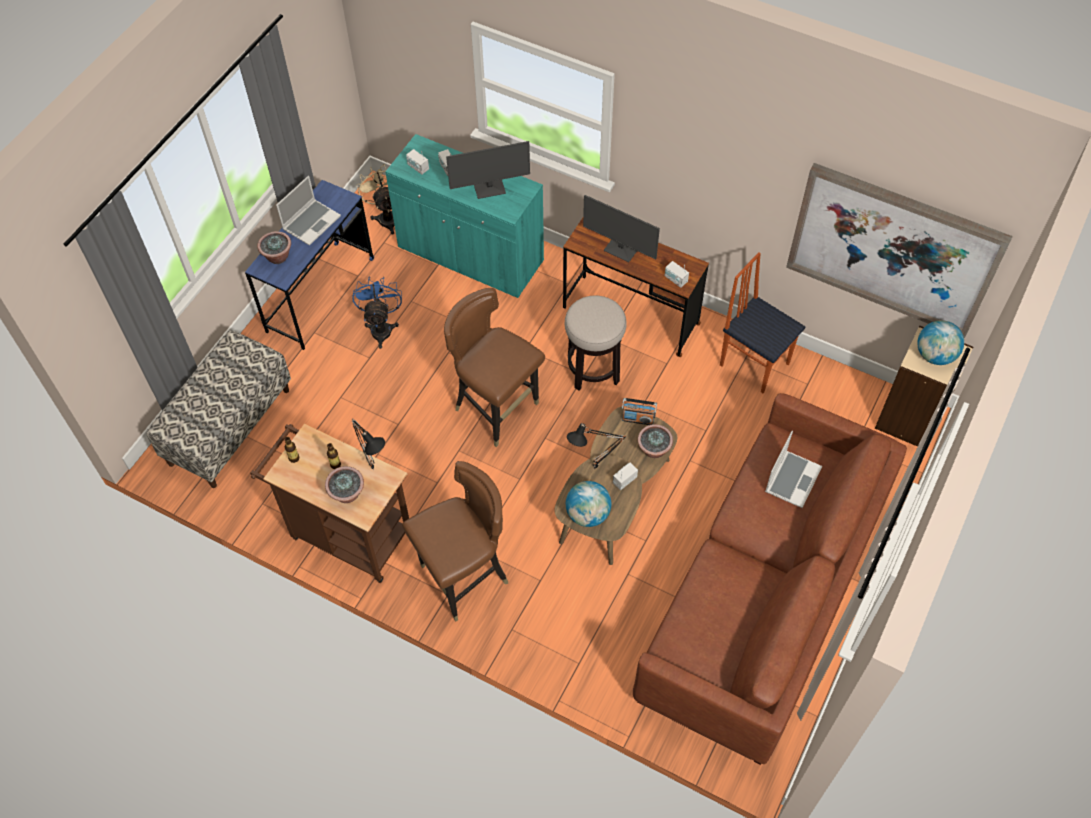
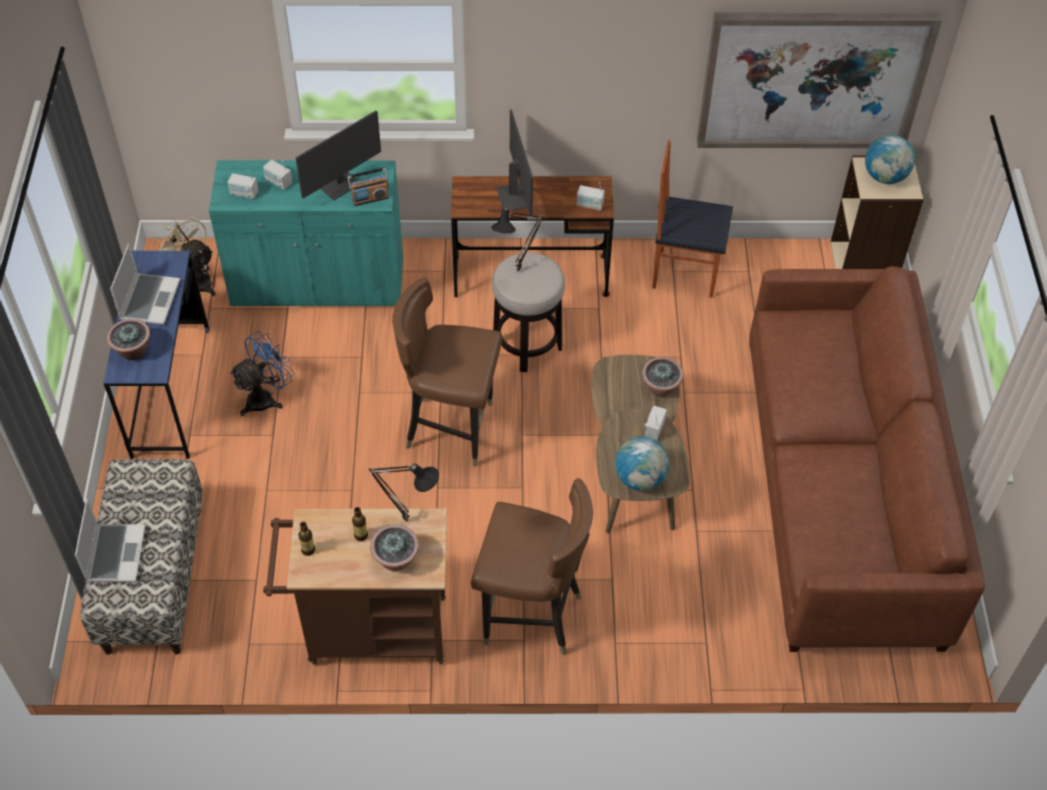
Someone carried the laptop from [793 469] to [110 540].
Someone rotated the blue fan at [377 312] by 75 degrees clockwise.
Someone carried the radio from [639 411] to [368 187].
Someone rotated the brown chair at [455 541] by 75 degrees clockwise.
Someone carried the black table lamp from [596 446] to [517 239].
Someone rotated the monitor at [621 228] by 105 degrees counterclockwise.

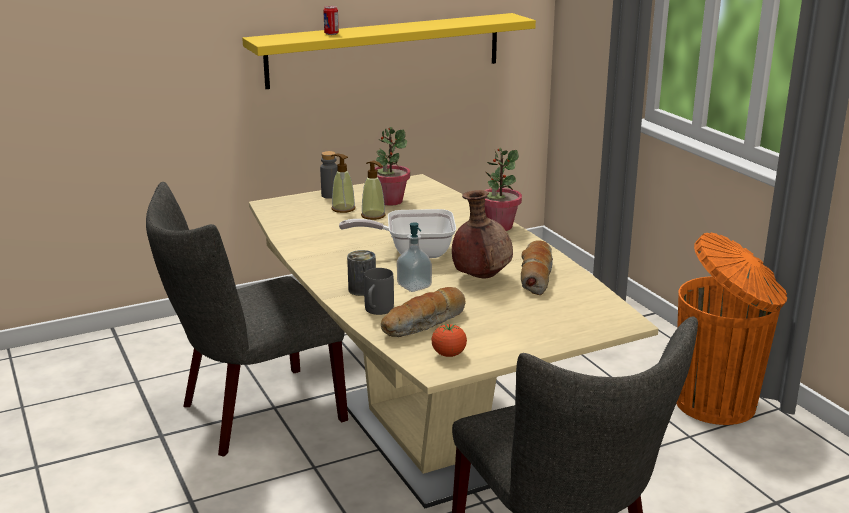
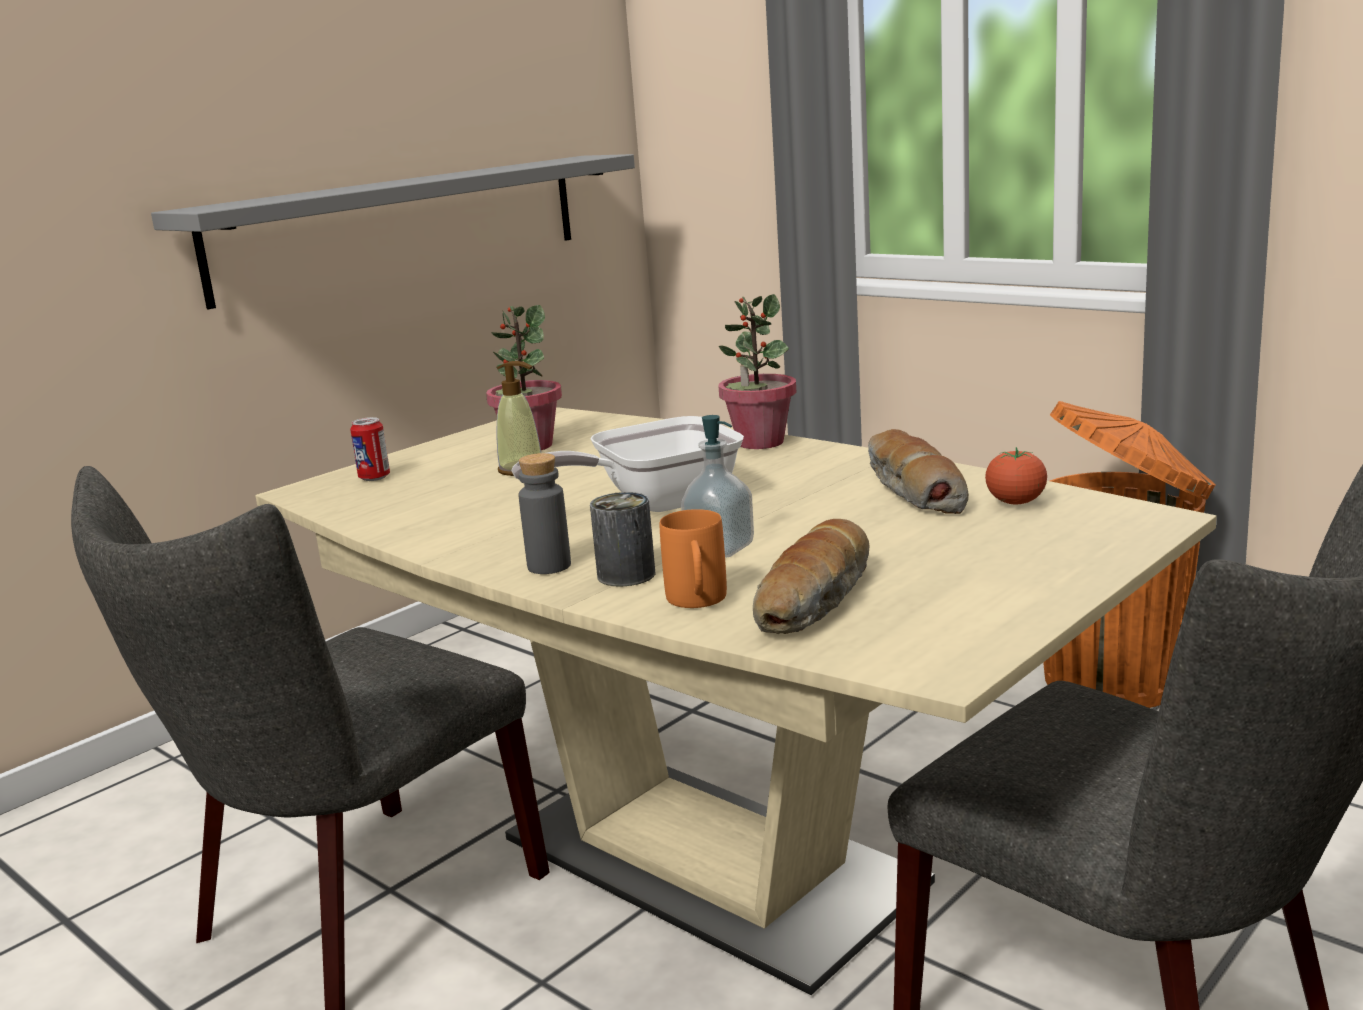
Someone repainted the yellow shelf at [389 51], which became the grey shelf at [393 231].
Someone carried the can from [331 20] to [370 449].
Someone carried the grey bottle from [329 175] to [544 513].
Someone repainted the grey mug at [379 291], which became the orange mug at [693 558].
Someone carried the tomato from [449 340] to [1016 476].
Someone took away the soap dispenser at [343 183].
Someone took away the brown vase at [482 234].

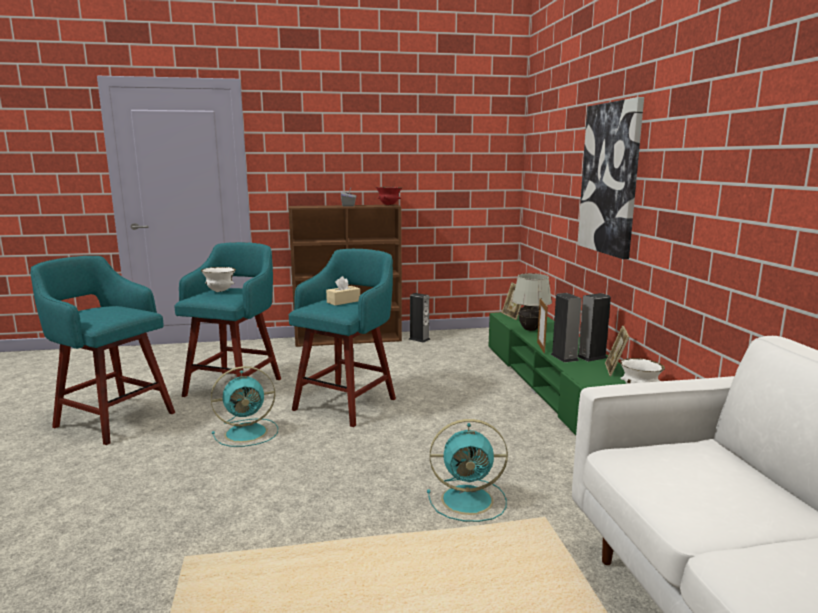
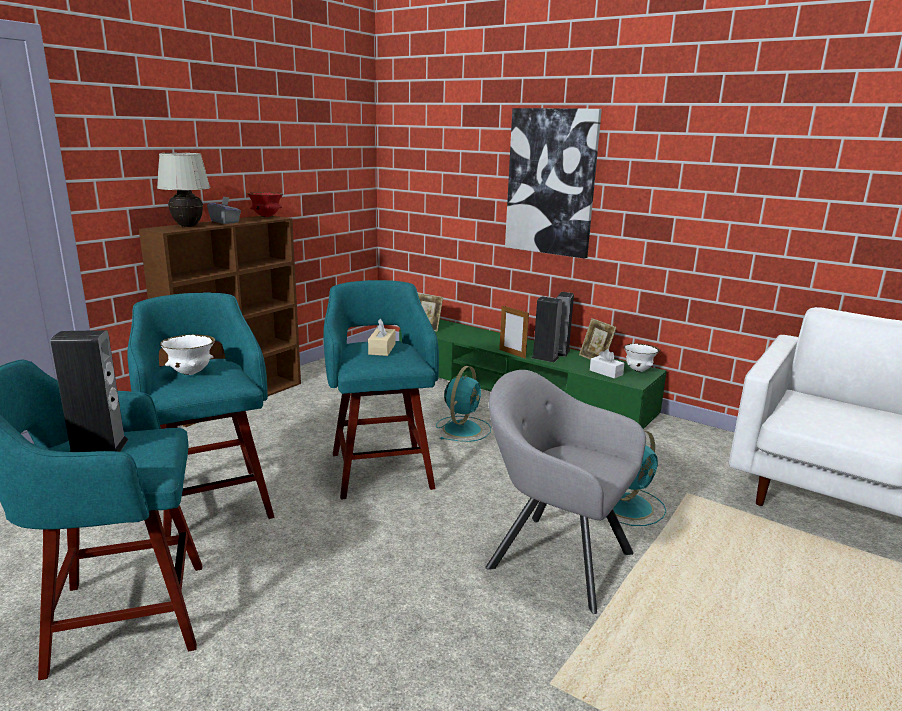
Someone carried the speaker from [419 318] to [90 391].
Someone carried the white table lamp from [532 302] to [183 190].
Someone carried the turquoise fan from [244 406] to [463 404].
Someone put down the grey armchair at [565 492].
Someone put down the white tissue box at [607 364].

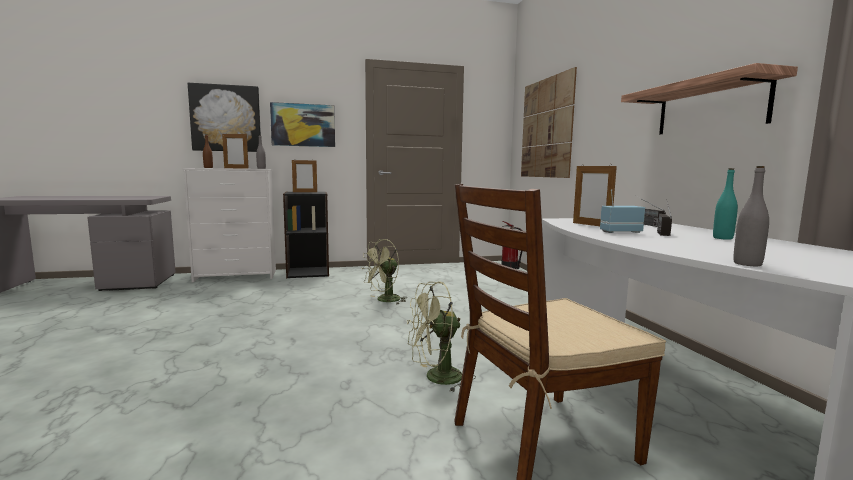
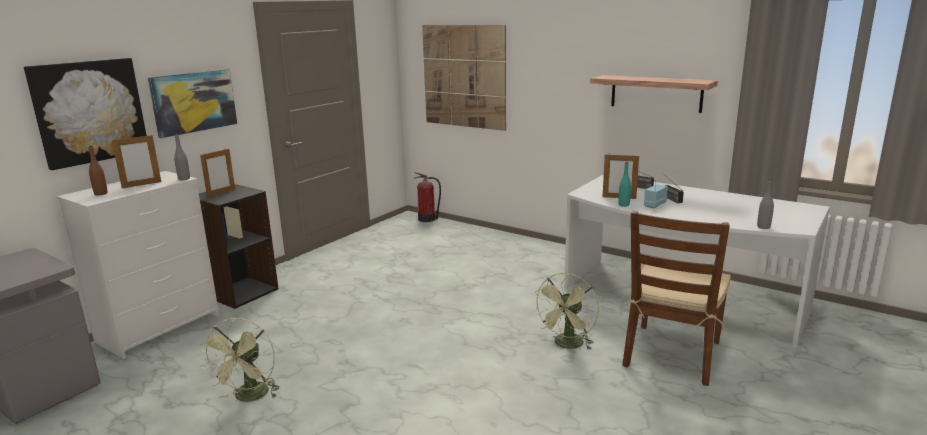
Someone carried the green fan from [384 271] to [240 360].
Someone carried the turquoise bottle from [725 204] to [624 184].

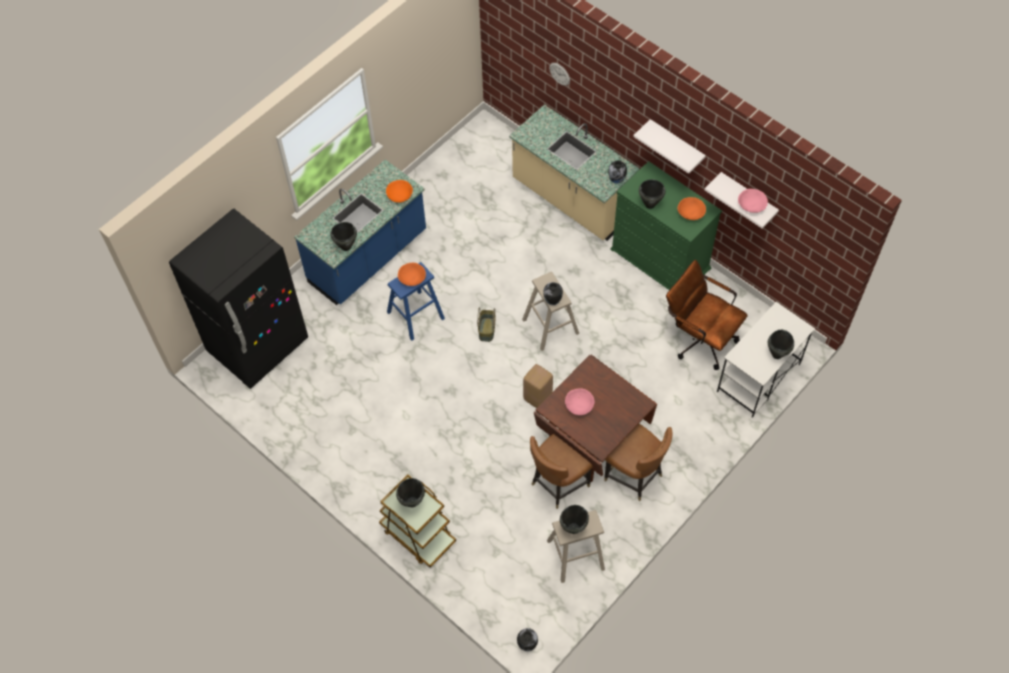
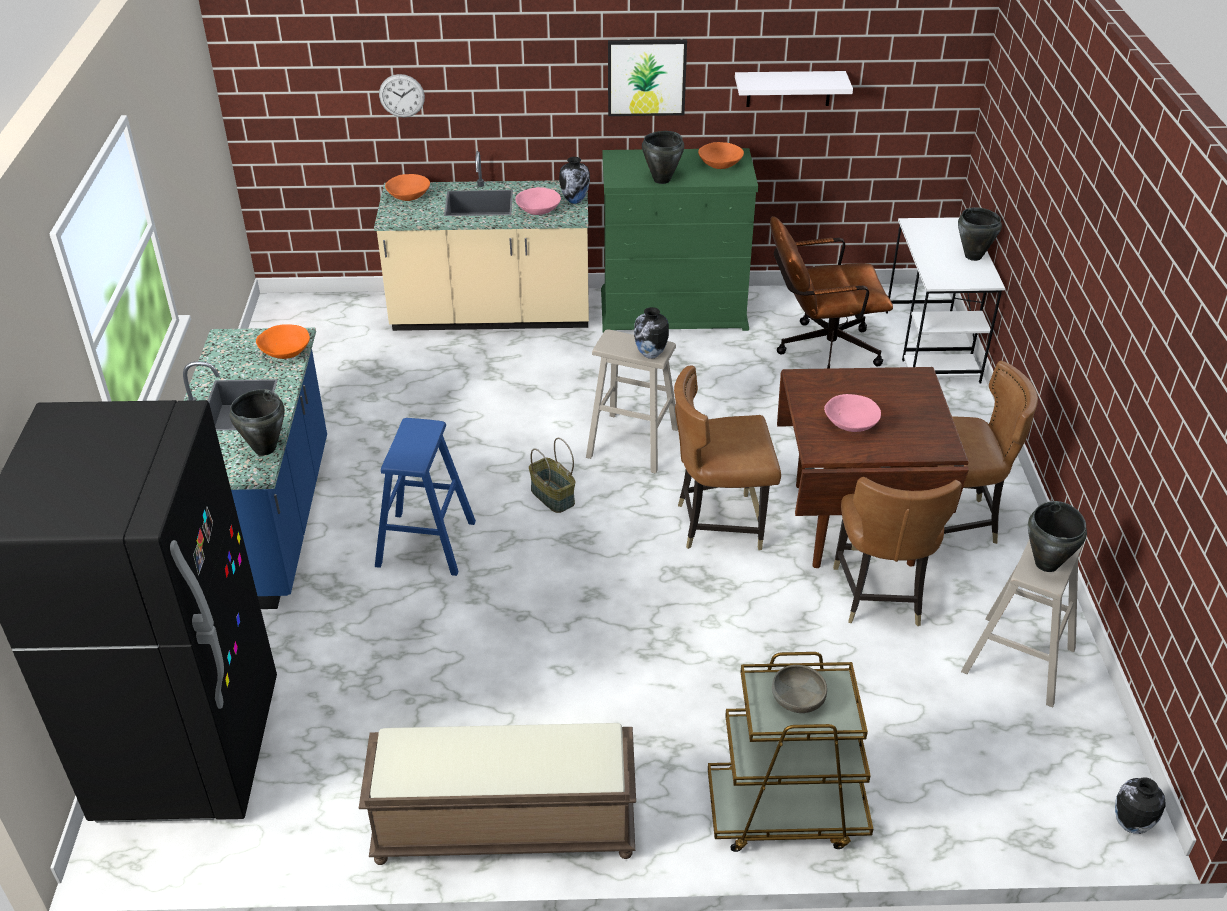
Someone put down the brown bench at [497 794].
Someone carried the orange bowl from [412 274] to [407 187].
Someone carried the pink bowl from [753 201] to [538 201].
Someone swapped the white shelf at [669 146] for the picture at [647 77].
Someone swapped the beige stool at [538 386] for the brown chair at [727 457].
Someone swapped the black cooking pot at [410 492] for the grey bowl at [799 689].

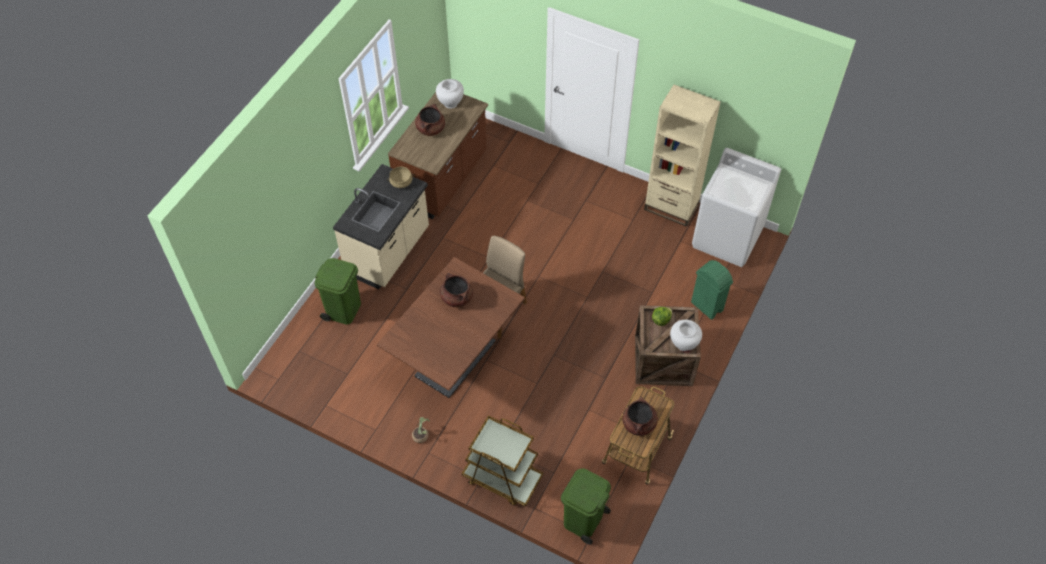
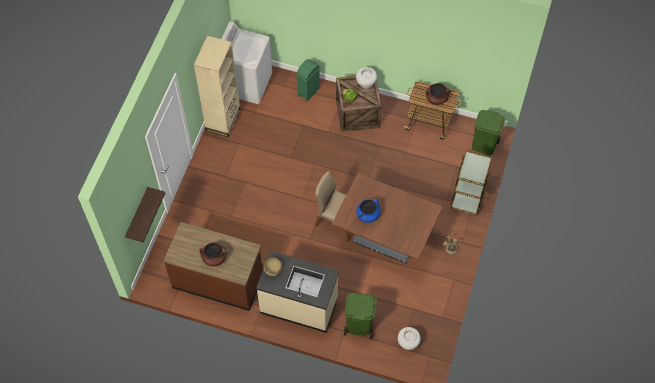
Someone put up the shelf at [145 214].
Someone repainted the brown cooking pot at [456 290], which became the blue cooking pot at [368 211].
Someone carried the white vase from [450 94] to [409 338].

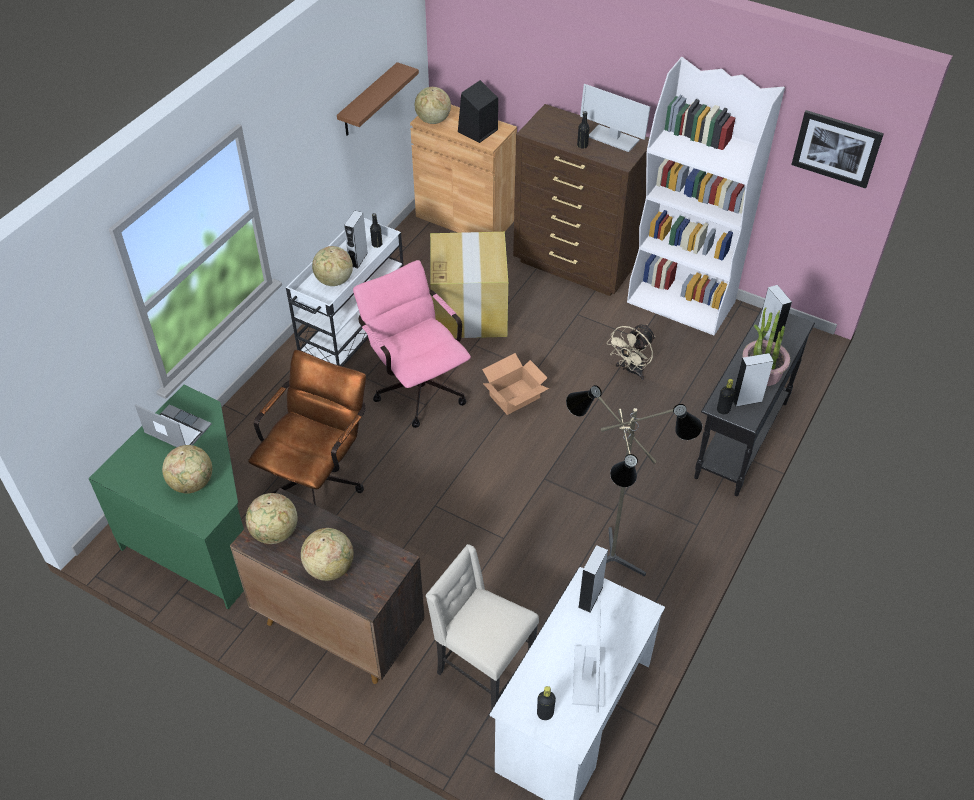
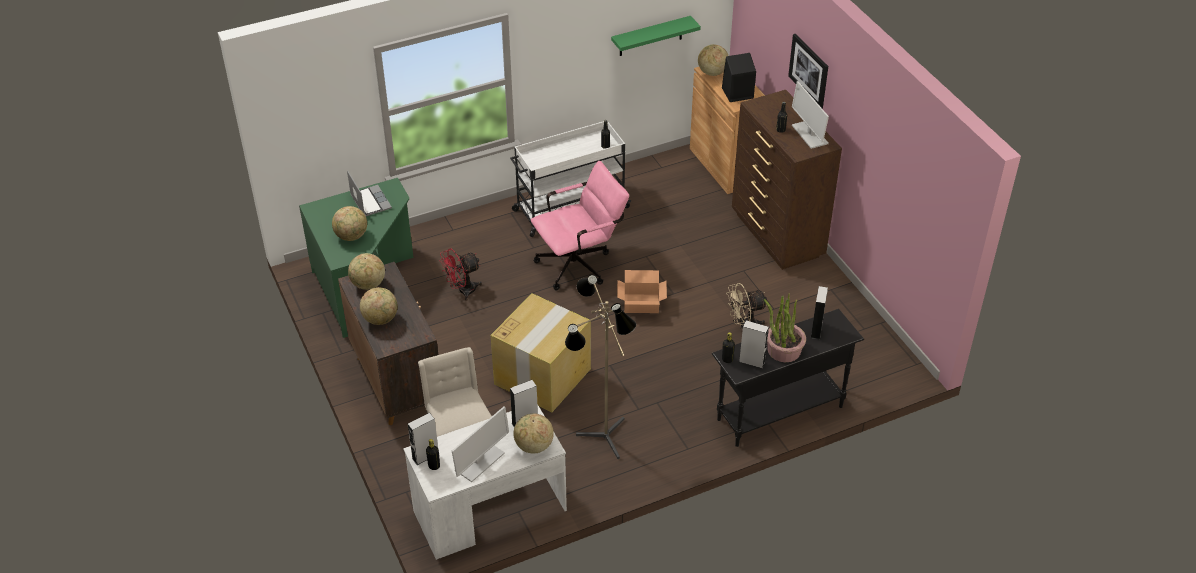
Someone carried the grey speaker from [356 239] to [423 439].
Someone swapped the brown office chair at [307 427] for the red fan at [461 274].
Someone carried the cardboard box from [469 285] to [541 353].
Someone carried the globe from [332 266] to [533 433].
Someone rotated the pink office chair at [412 344] by 60 degrees clockwise.
Someone repainted the brown shelf at [378 99], which became the green shelf at [656 36].
Someone carried the picture from [837 149] to [808 71].
Someone took away the white bookcase at [706 196].

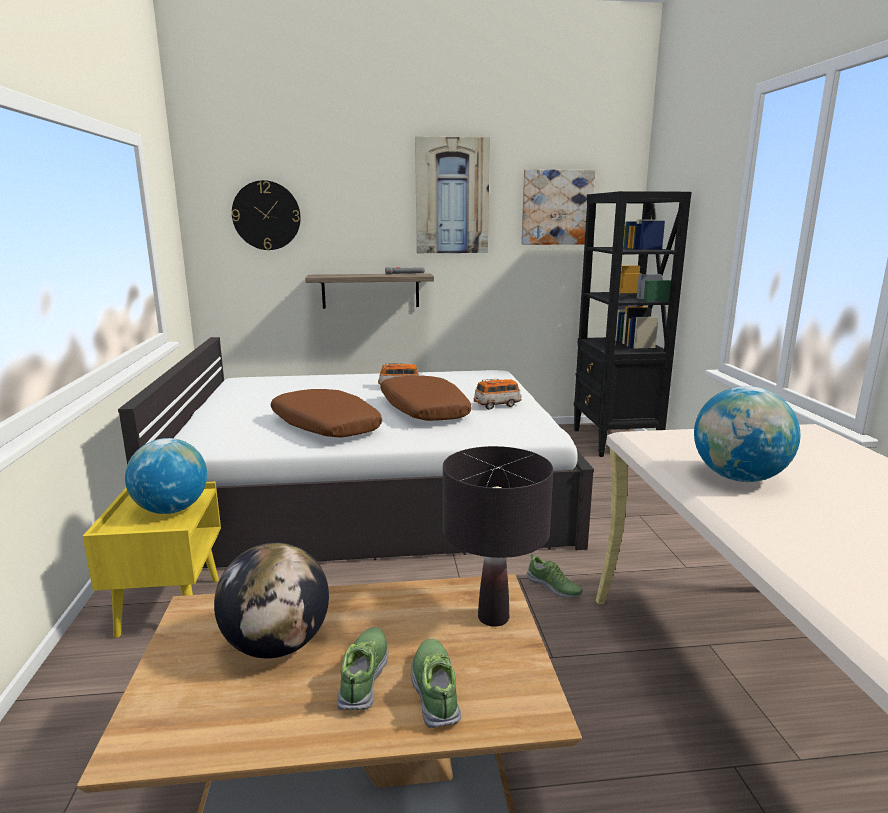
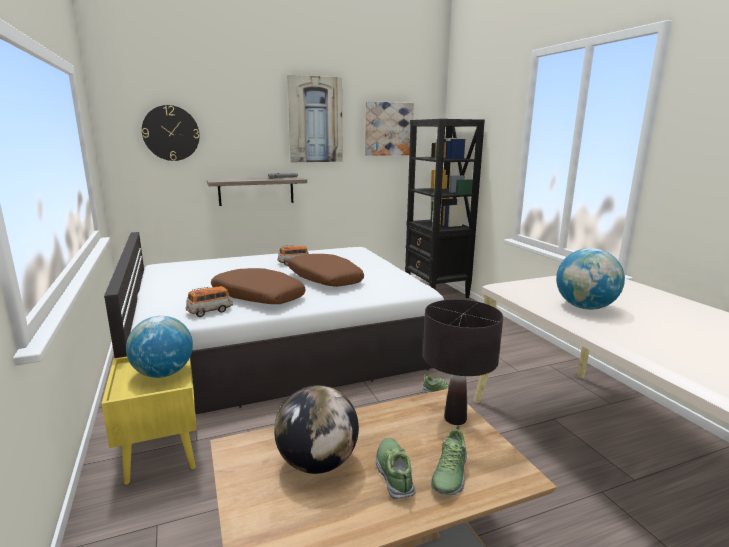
Someone carried the toy car from [497 394] to [209 301].
Someone rotated the shoe at [436 683] by 135 degrees counterclockwise.

